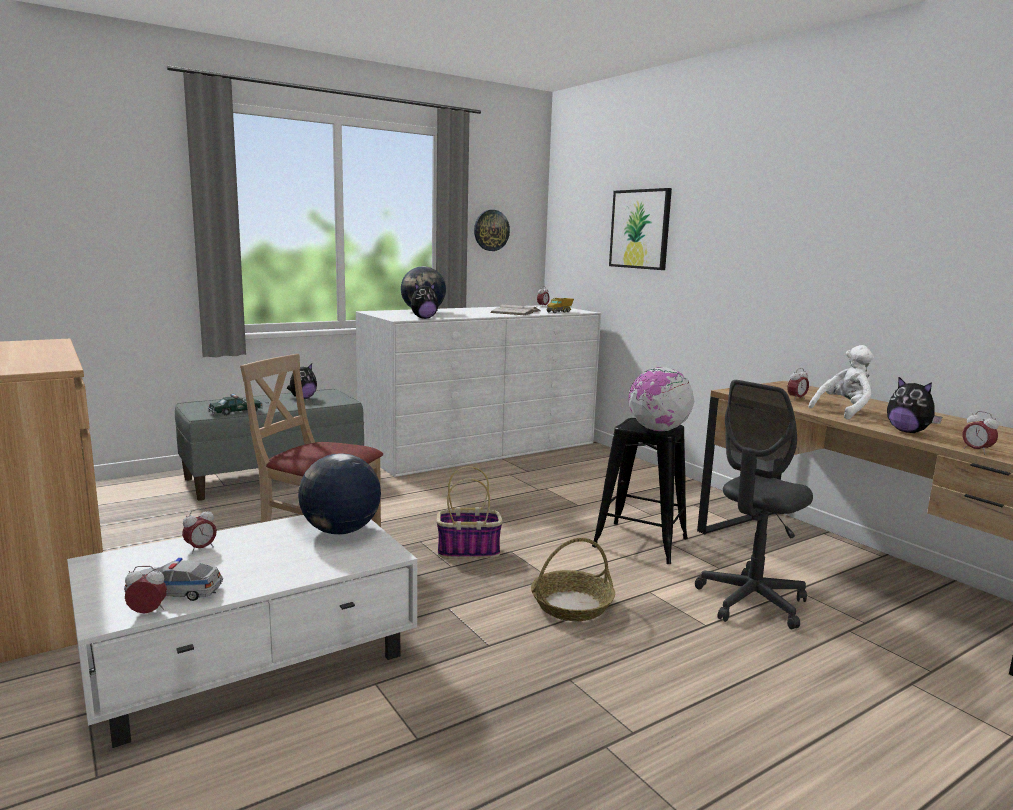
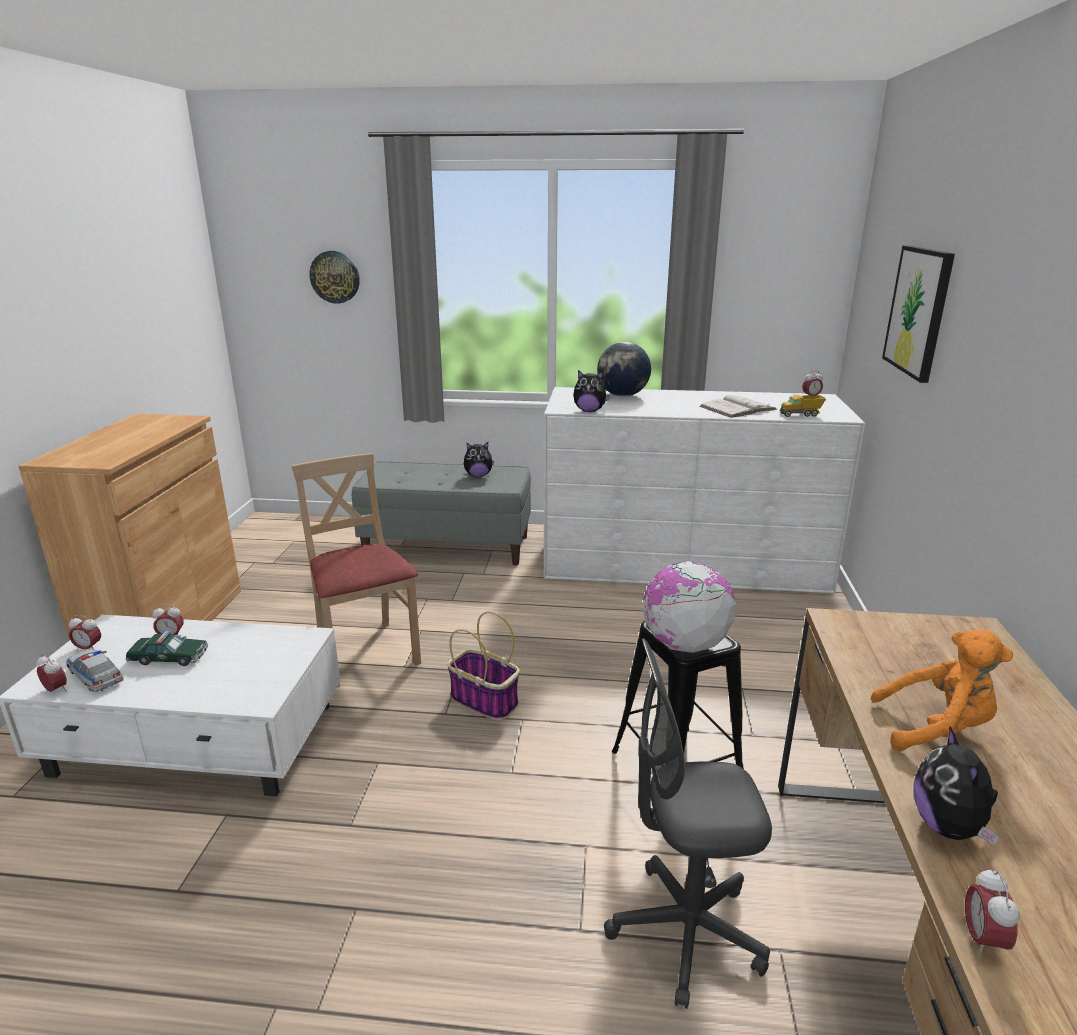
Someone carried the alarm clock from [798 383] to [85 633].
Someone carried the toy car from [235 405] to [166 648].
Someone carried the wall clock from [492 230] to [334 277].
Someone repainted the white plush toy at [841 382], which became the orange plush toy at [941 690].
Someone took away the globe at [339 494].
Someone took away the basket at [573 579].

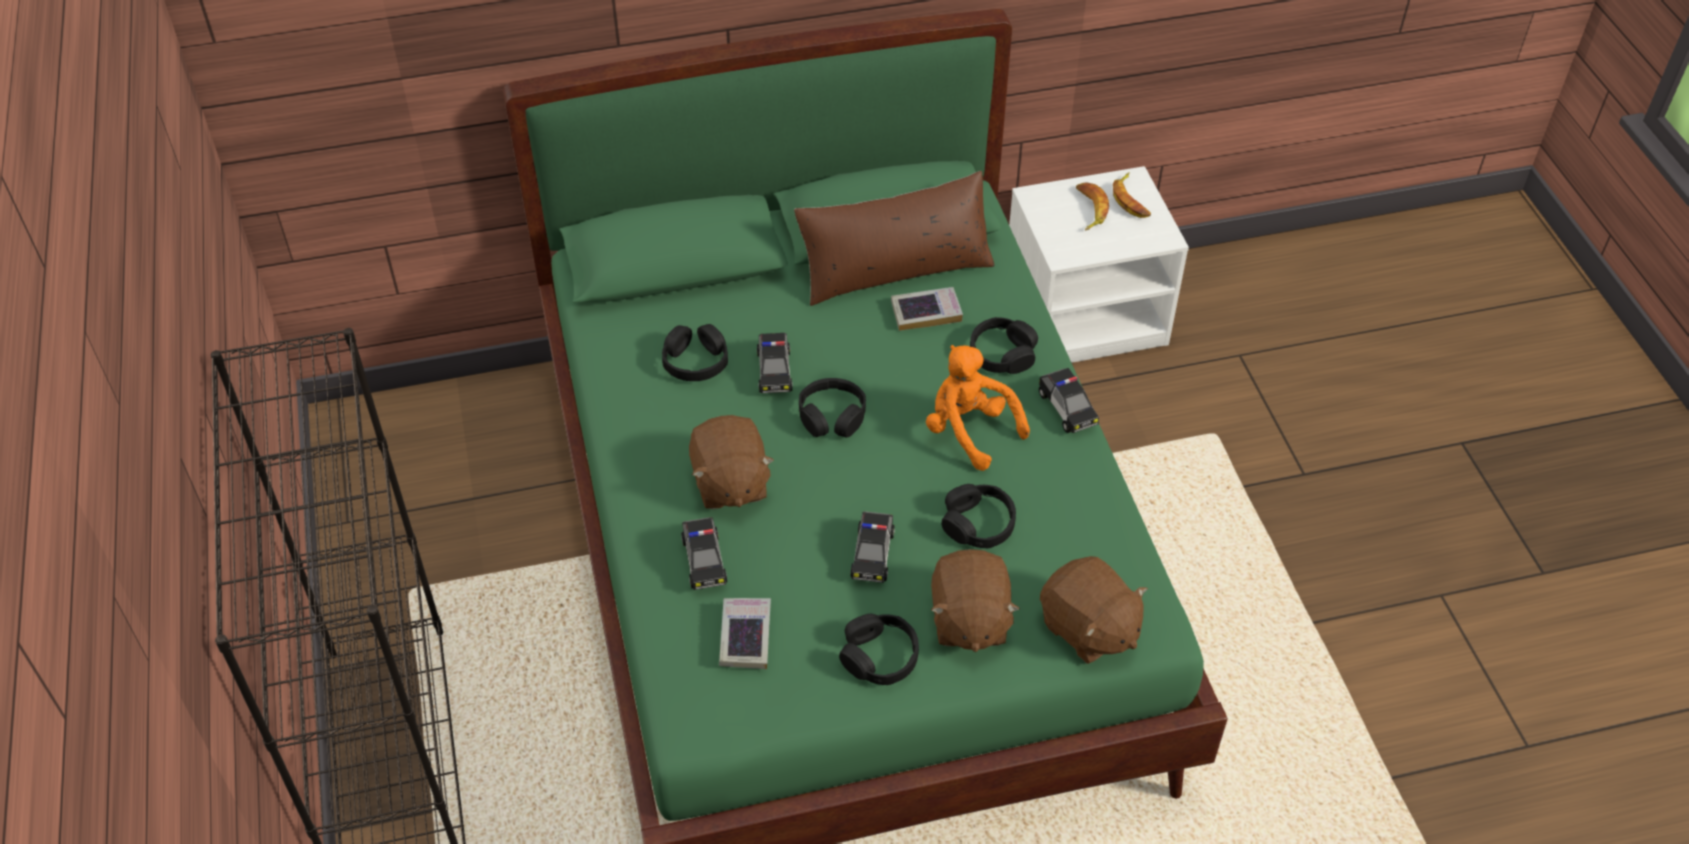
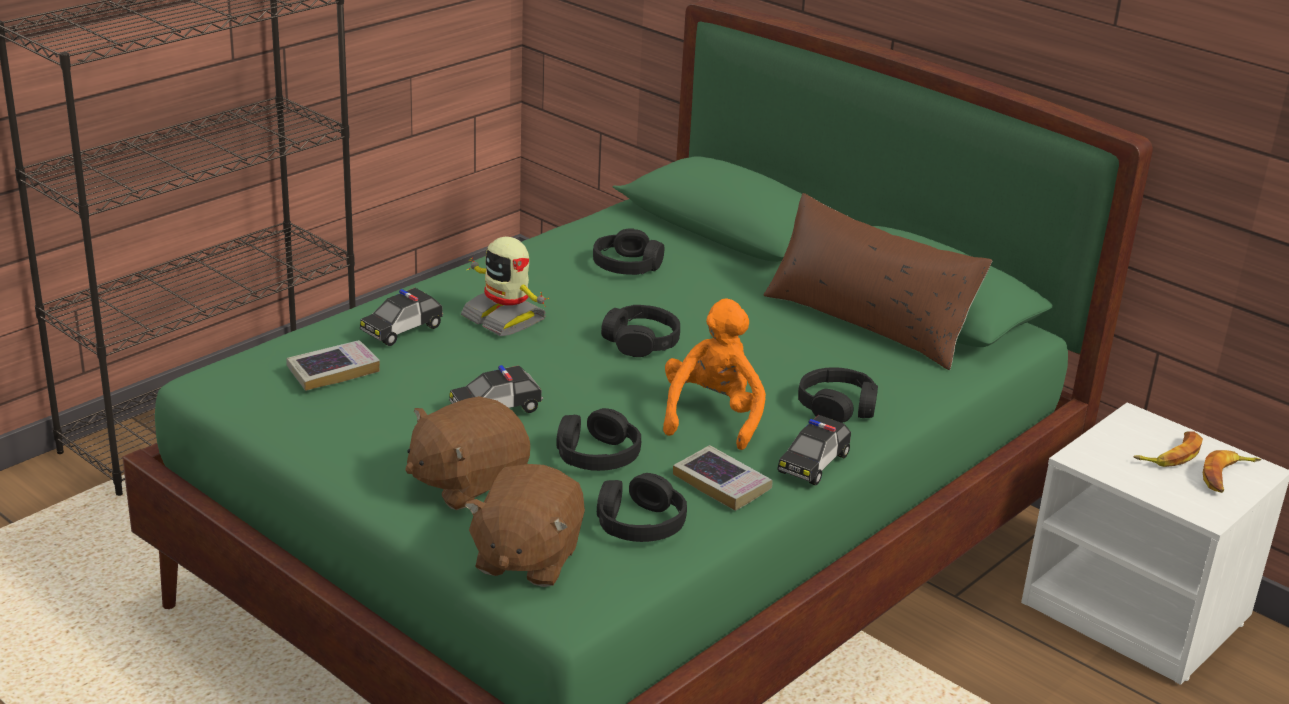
Someone swapped the brown plush toy at [731 462] for the toy robot at [505 286].
Someone carried the black headphones from [879 649] to [642 507].
Someone carried the book from [927 309] to [723 478].
Someone took away the toy car at [775 363].

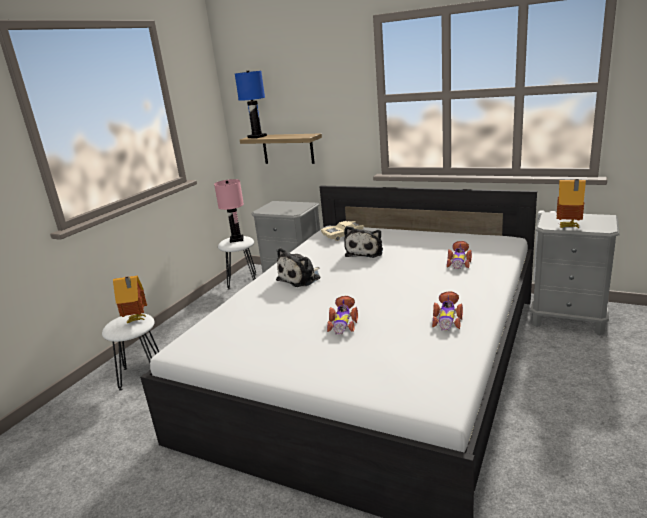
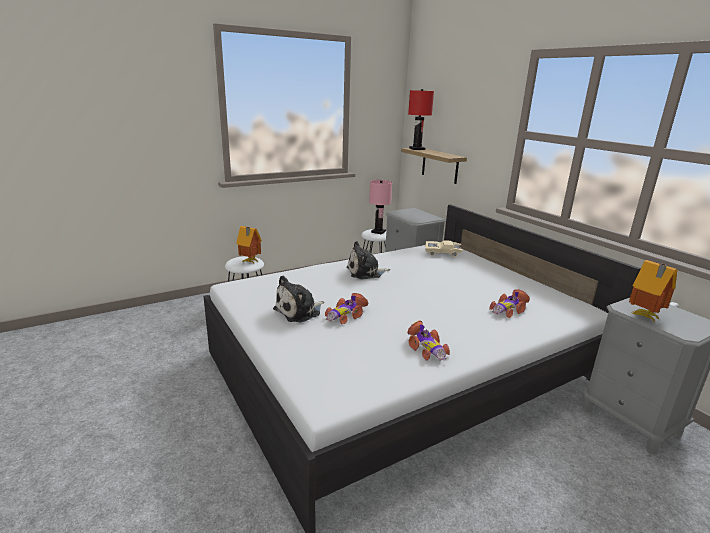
Someone carried the plush toy from [363 242] to [298 299].
Someone rotated the toy car at [447 311] by 75 degrees counterclockwise.
Someone repainted the blue table lamp at [251 104], which became the red table lamp at [421 119].

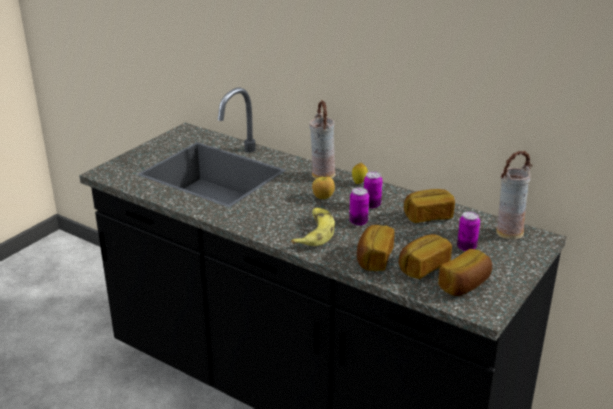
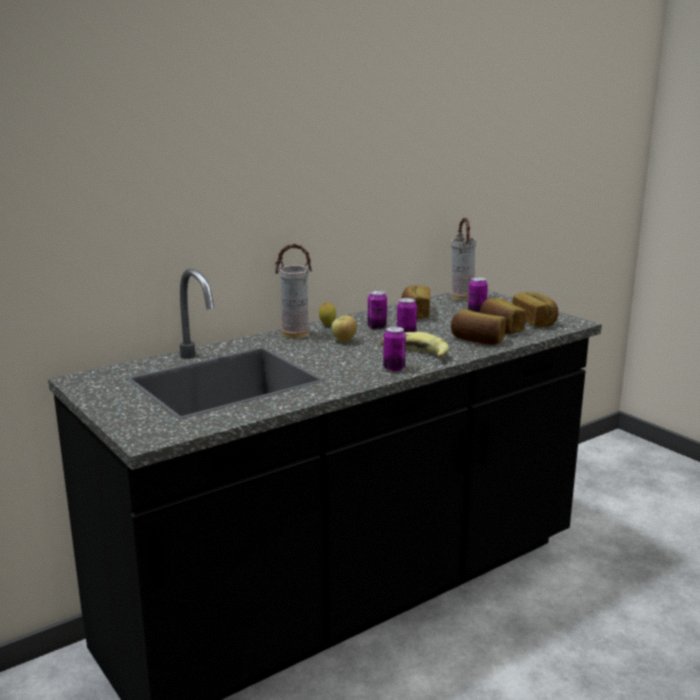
Someone put down the can at [394 349].

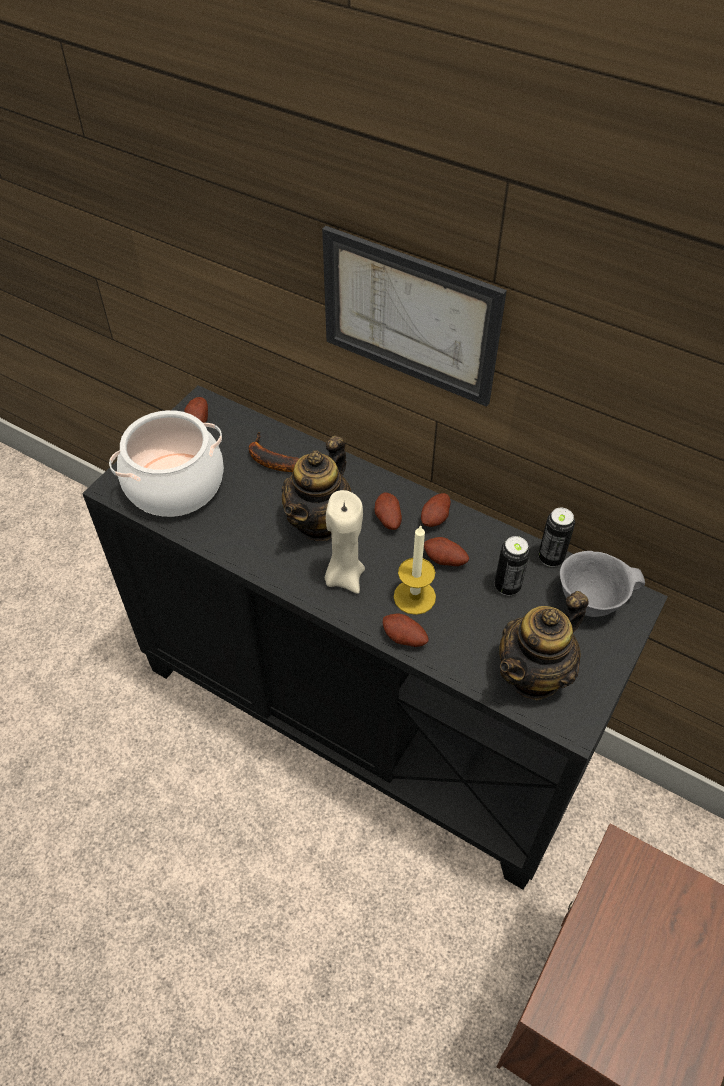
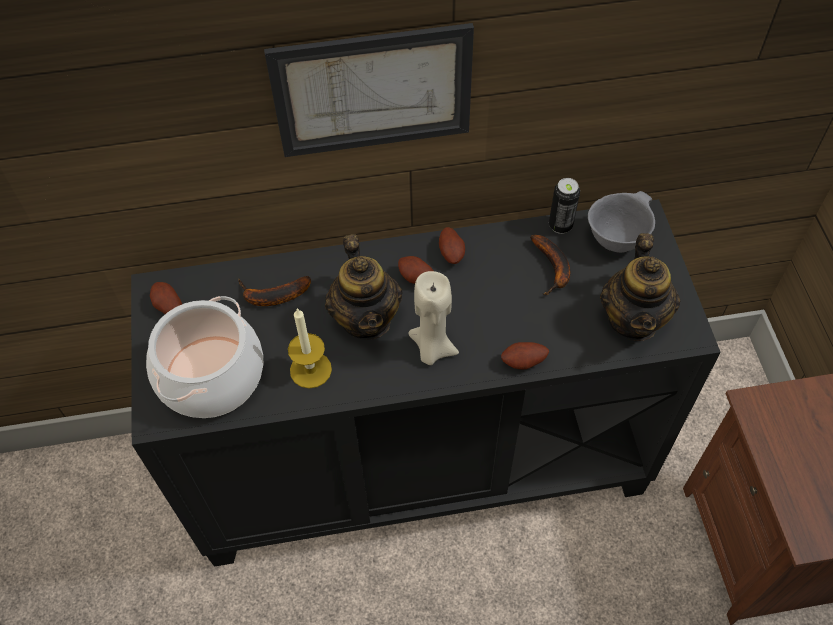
Someone carried the candle from [415 569] to [310 348].
Someone swapped the can at [512 566] for the banana at [550 265].
Someone took away the potato at [446 551].

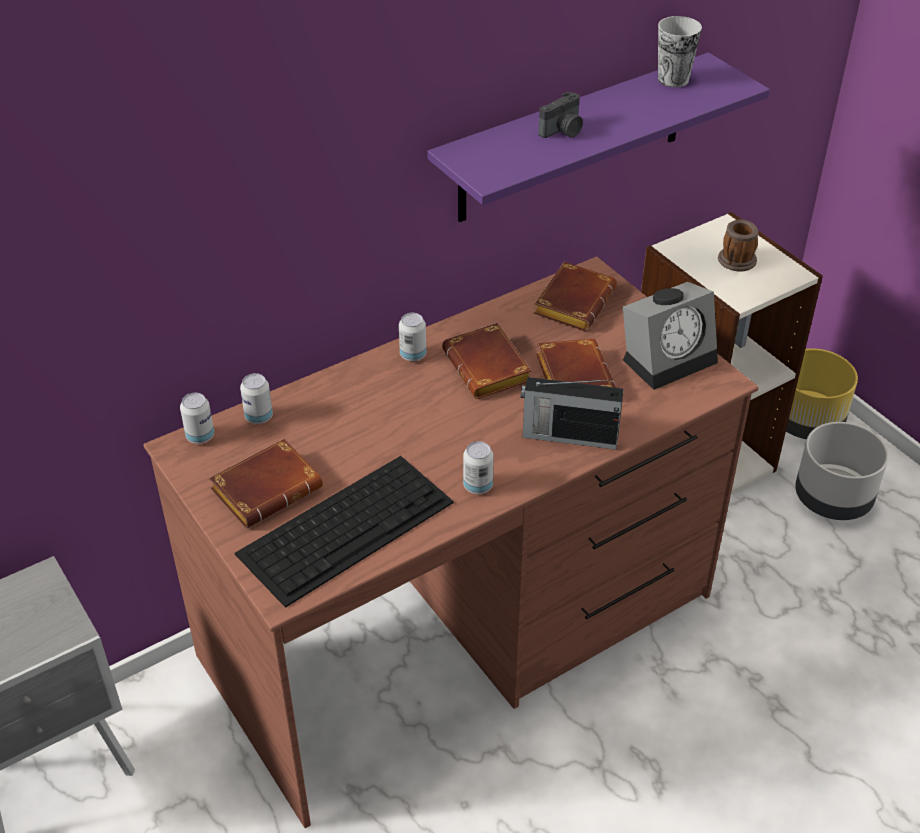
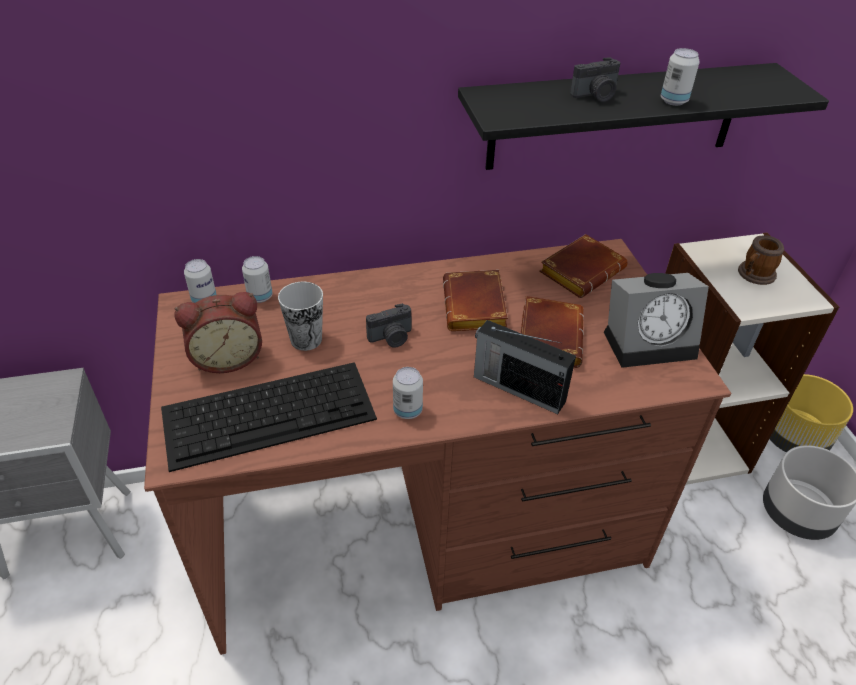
Someone swapped the brown book at [266 483] for the alarm clock at [218 332].
Someone carried the cup from [680 51] to [300 316].
Someone put down the photo camera at [388 325].
Someone repainted the purple shelf at [598 137], which became the black shelf at [643 116].
Someone carried the can from [412 337] to [680 77].

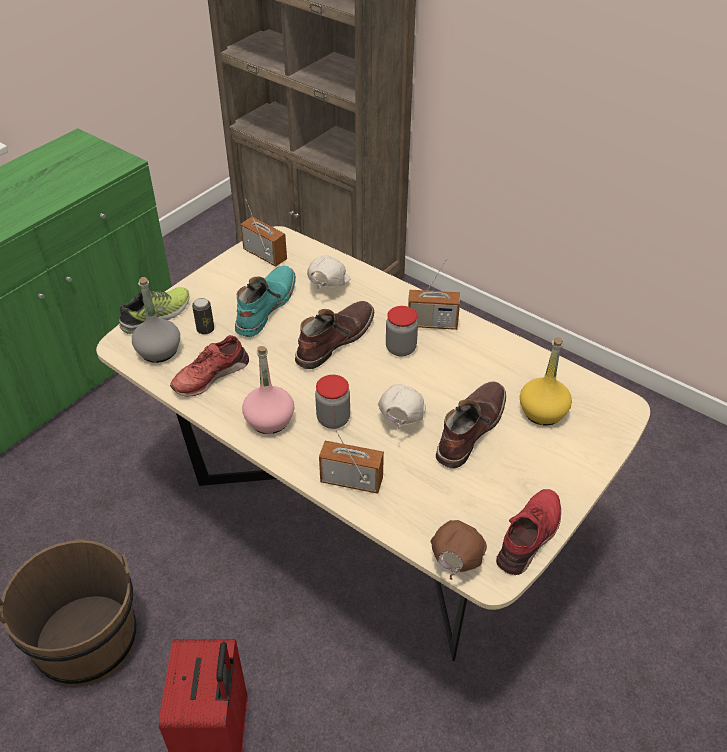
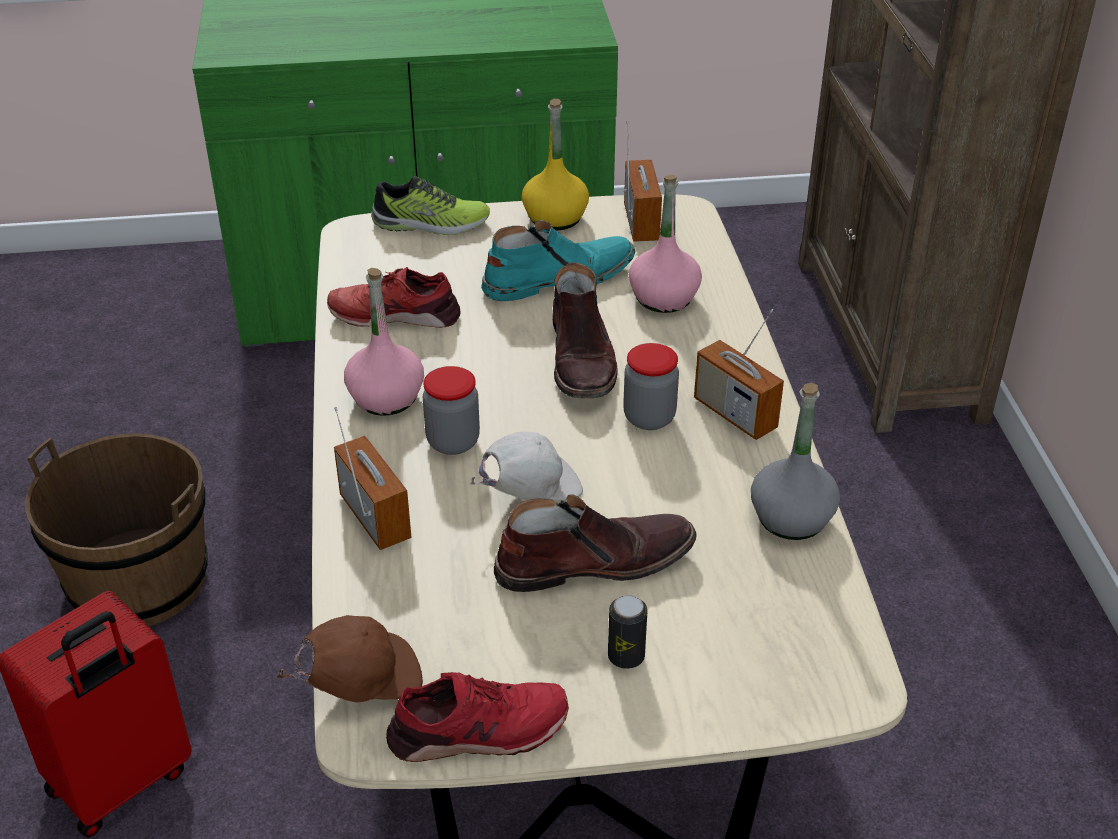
Someone carried the yellow bottle from [546 381] to [555 164].
Someone rotated the brown boot at [334 335] by 90 degrees clockwise.
Someone carried the can from [203 316] to [628 632].
Someone swapped the white cap at [329 272] for the pink bottle at [665 244].
Someone carried the grey bottle from [156 320] to [795 461].

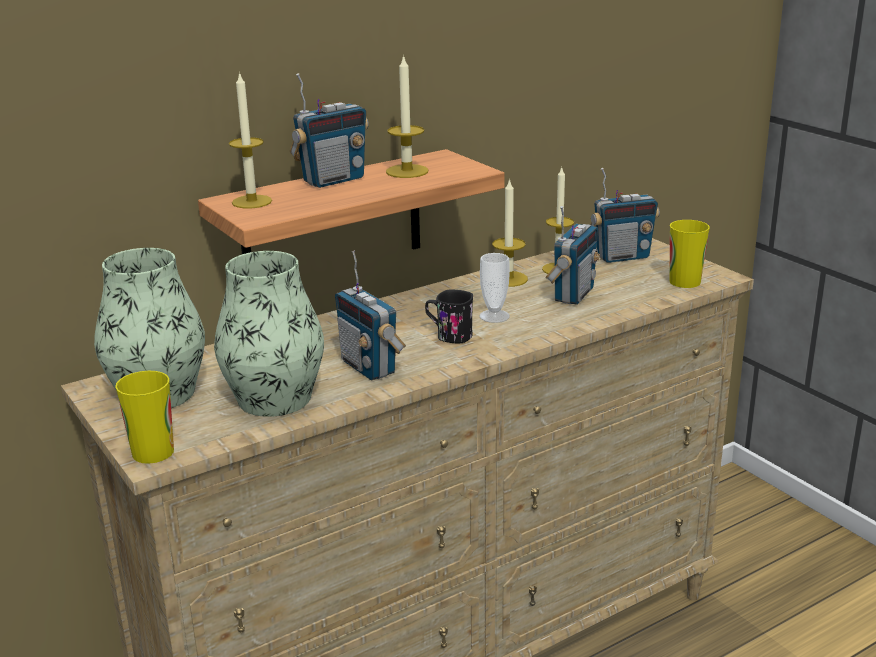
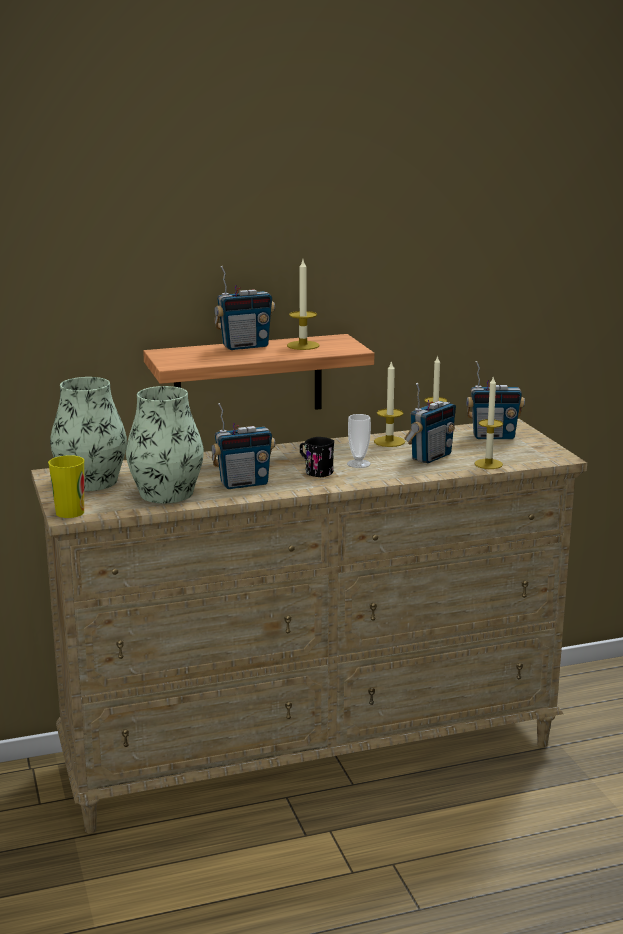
Someone rotated the radio at [370 315] by 90 degrees counterclockwise.
Someone carried the candle from [250 140] to [488 423].
Someone took away the cup at [689 254].

